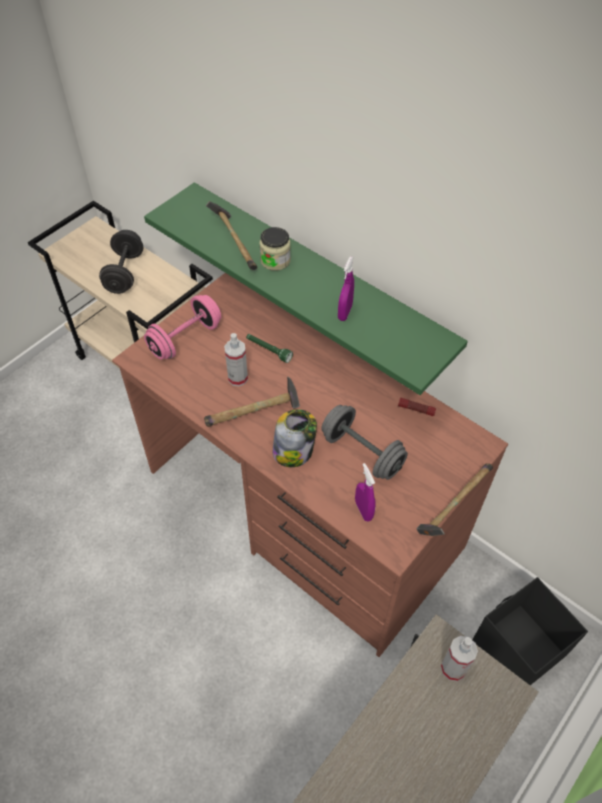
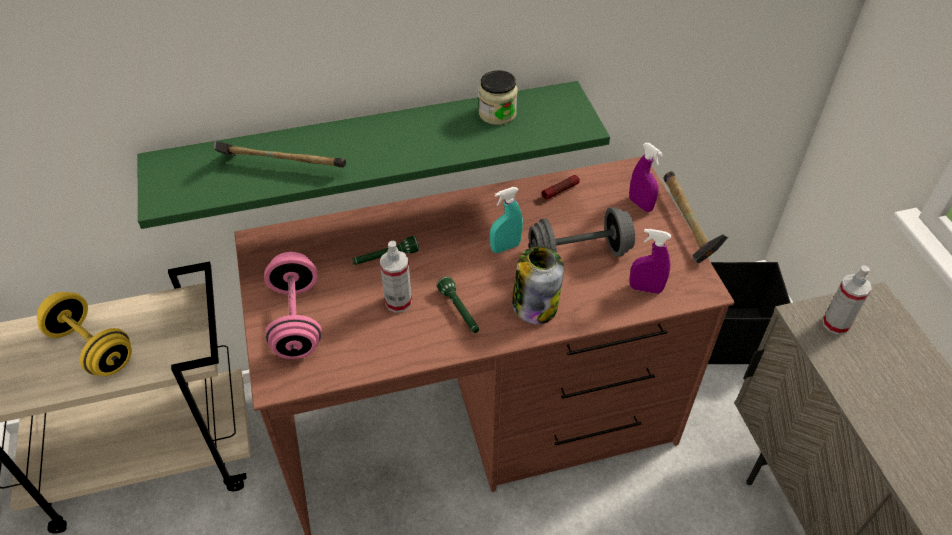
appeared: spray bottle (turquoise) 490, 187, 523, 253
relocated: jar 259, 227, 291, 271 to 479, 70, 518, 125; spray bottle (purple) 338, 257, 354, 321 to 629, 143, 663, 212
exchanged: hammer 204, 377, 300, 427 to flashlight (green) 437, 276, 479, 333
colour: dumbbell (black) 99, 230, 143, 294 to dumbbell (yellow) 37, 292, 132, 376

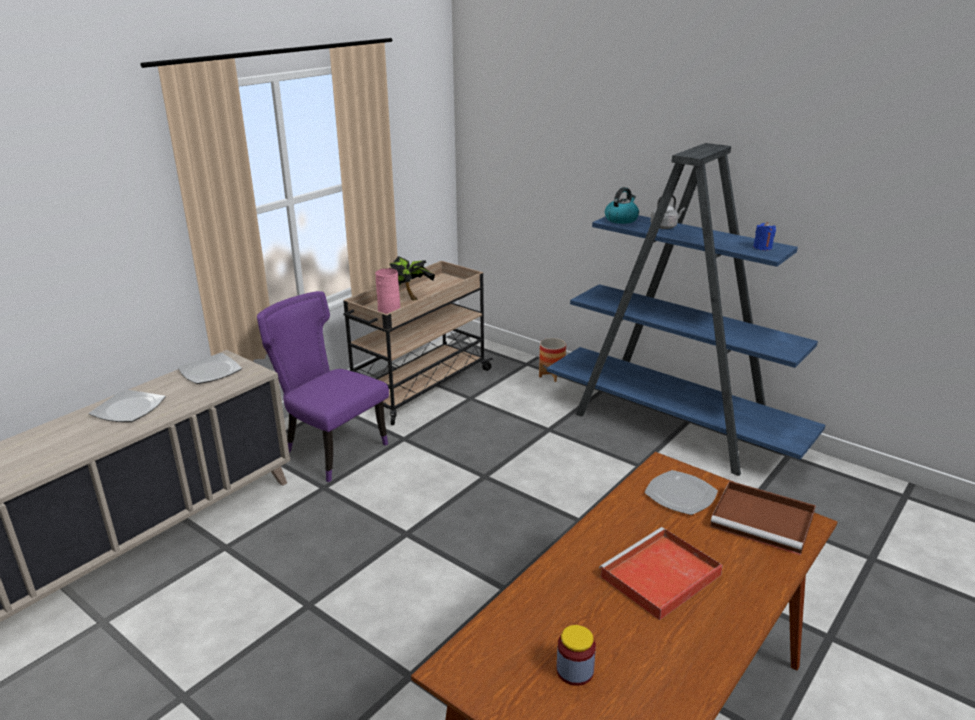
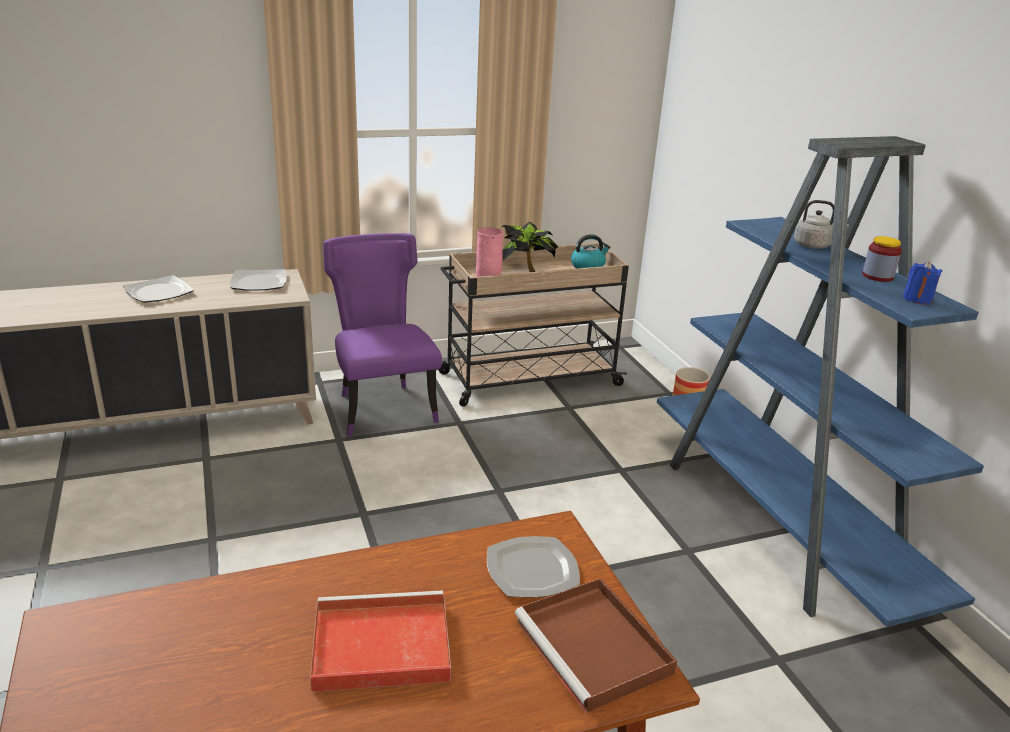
relocated: jar 557, 625, 596, 686 to 862, 236, 902, 282; kettle 605, 187, 639, 224 to 571, 234, 610, 269

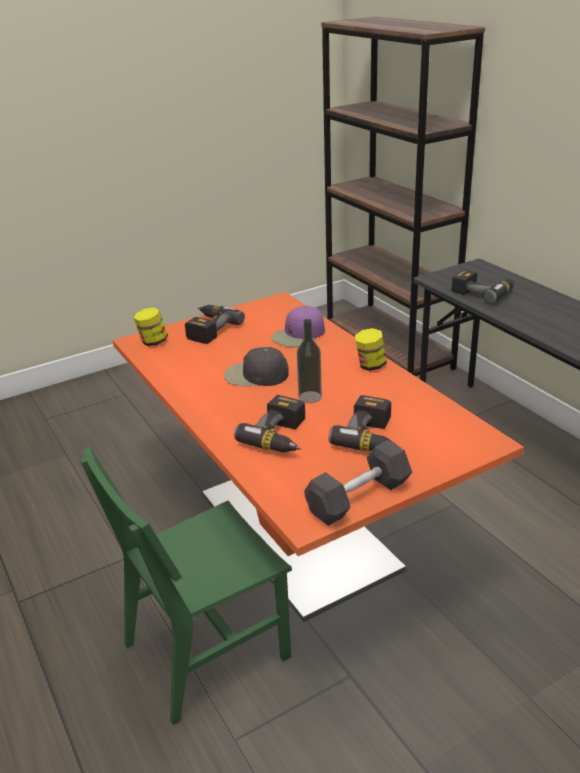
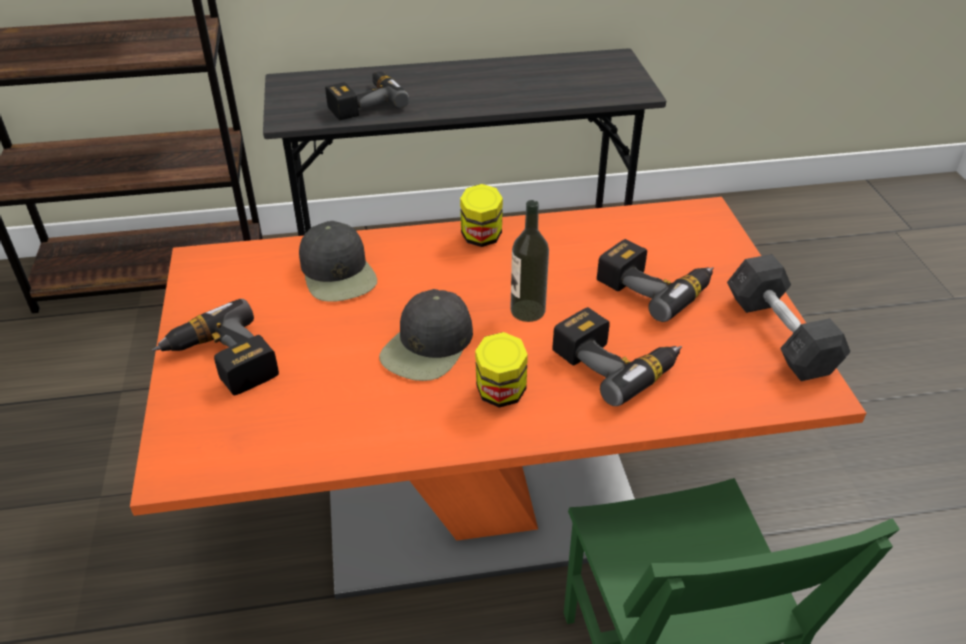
relocated: jar 134, 307, 168, 346 to 475, 332, 528, 408
colour: cap (purple) 271, 306, 325, 347 to cap (black) 299, 221, 377, 302

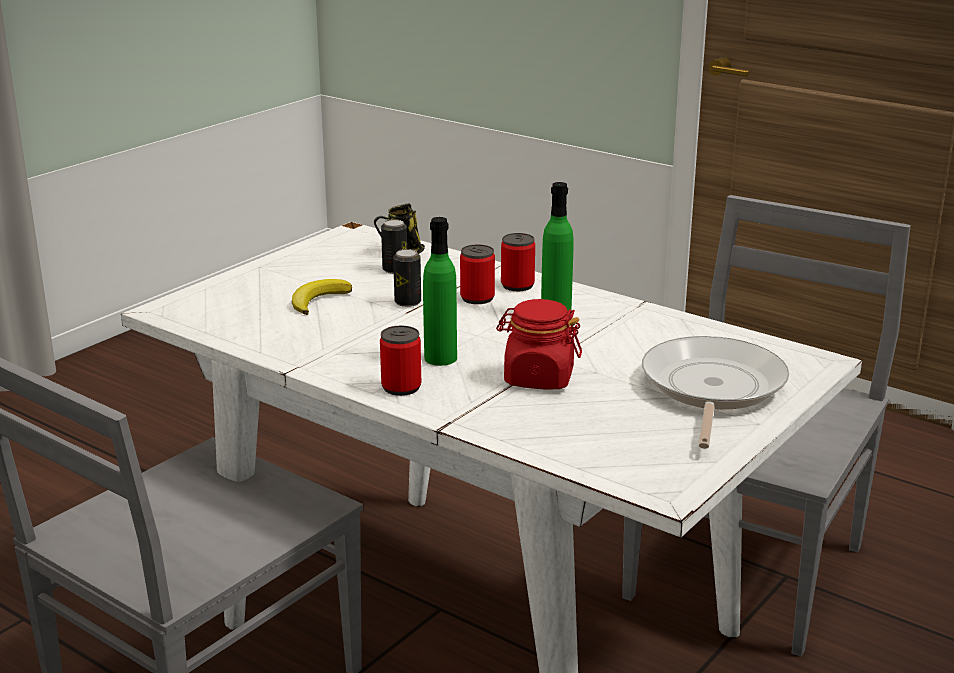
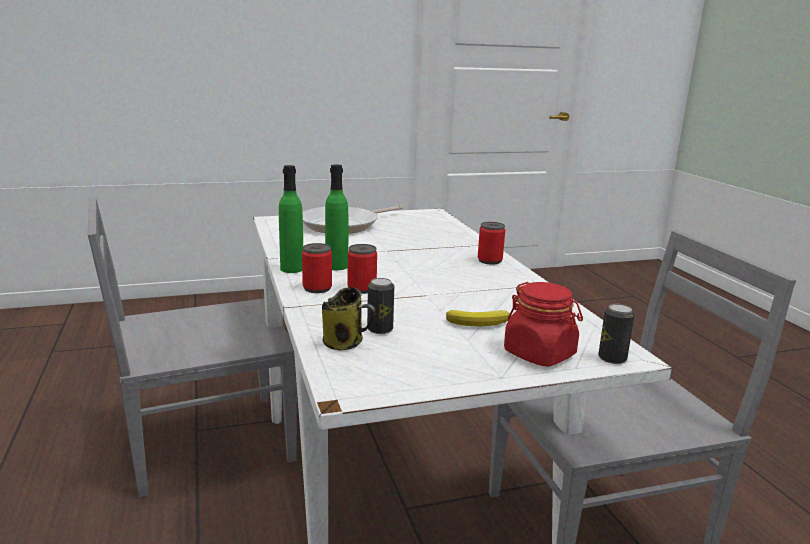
relocated: can 393, 249, 421, 307 to 598, 304, 635, 364; bottle (green) 423, 217, 457, 366 to 279, 165, 303, 273; jar (red) 496, 299, 582, 389 to 504, 282, 583, 367

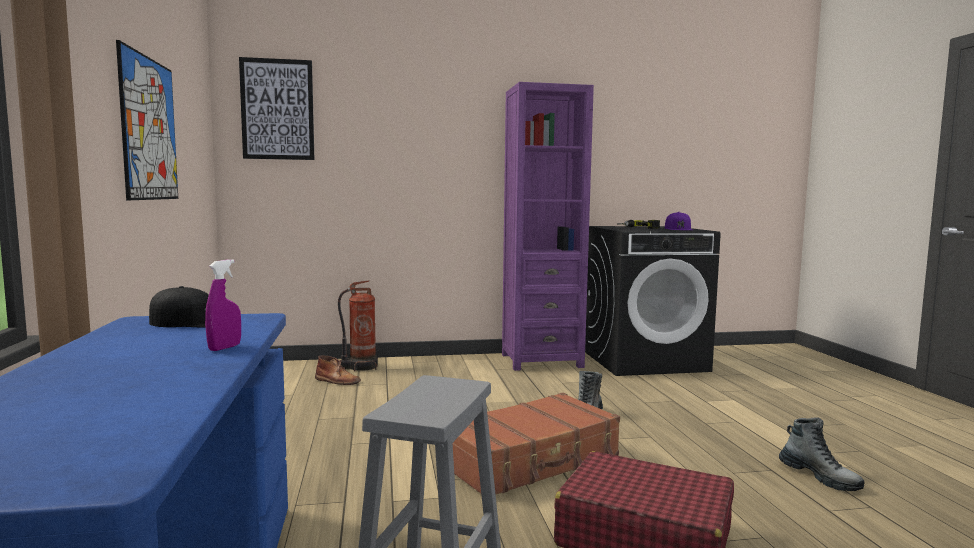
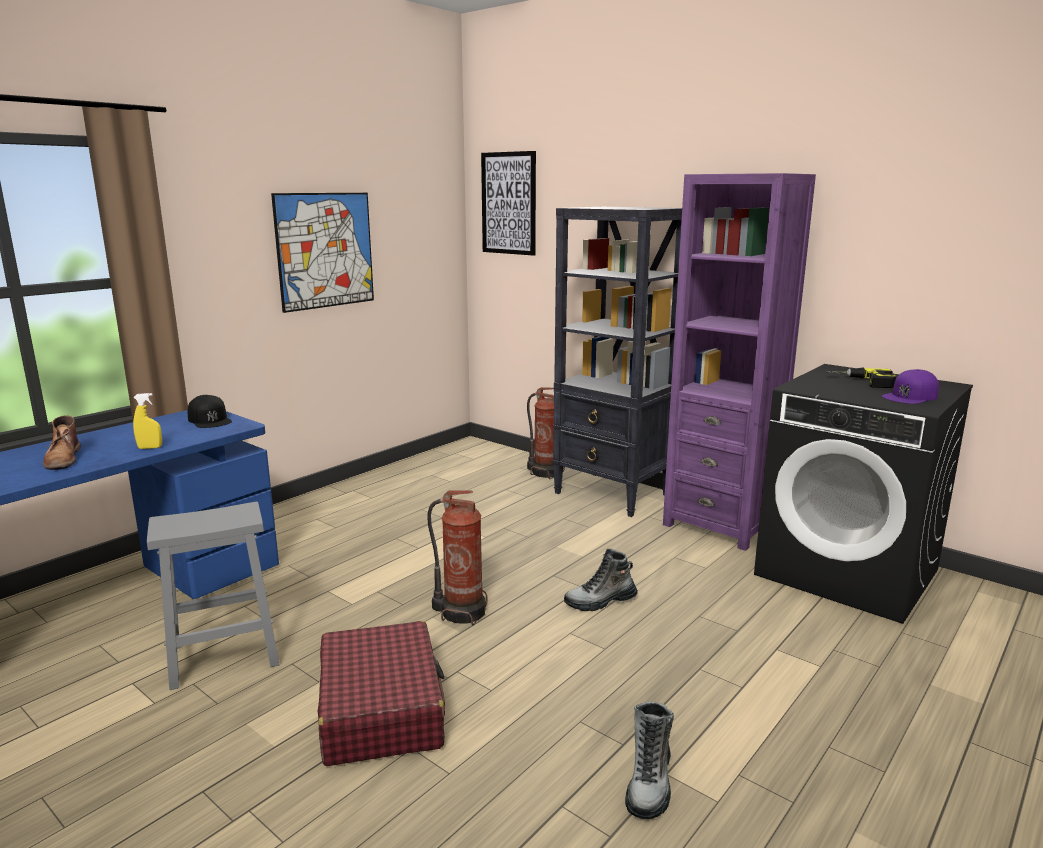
appeared: bookcase (black) 553, 207, 682, 517
relocated: boot (brown) 315, 356, 361, 385 to 43, 415, 81, 470
exchanged: suitcase (brown) 452, 393, 620, 494 to fire extinguisher 427, 490, 488, 626
colour: spray bottle (purple) 205, 259, 241, 351 to spray bottle (yellow) 133, 393, 162, 449

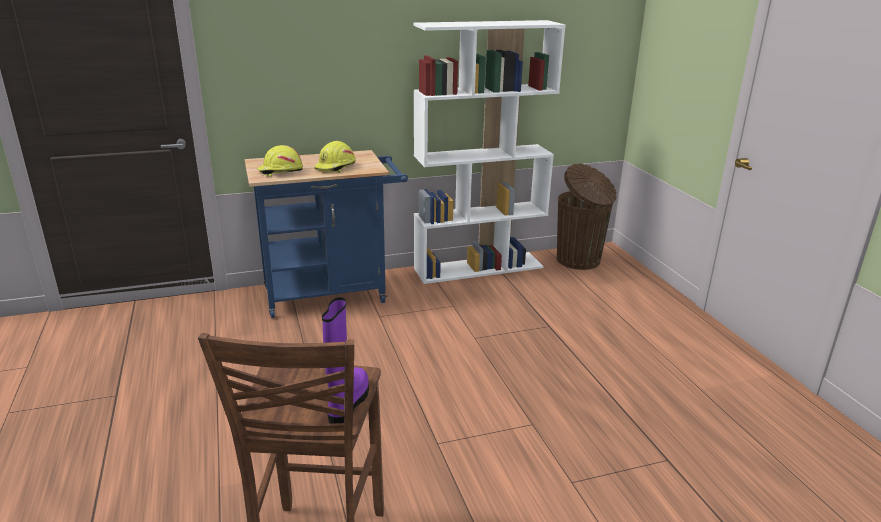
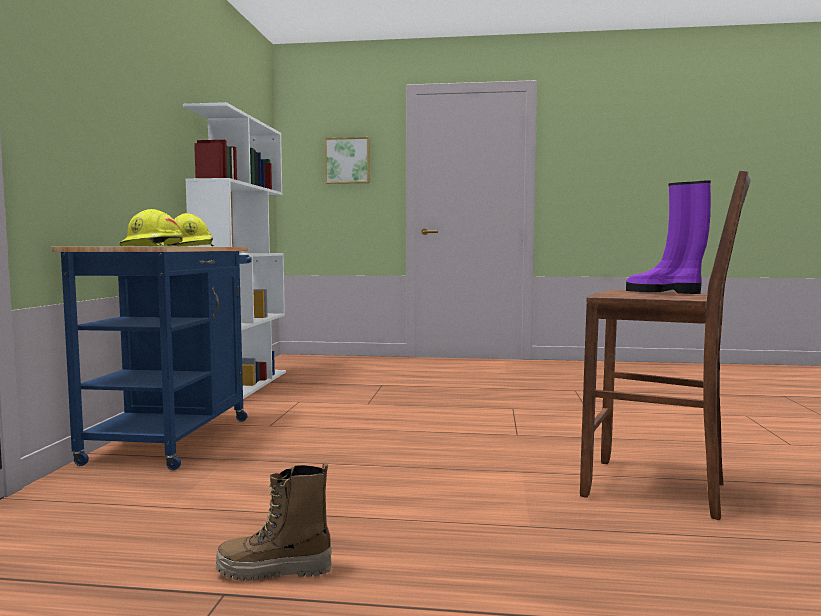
missing: trash can (brown) 557, 164, 617, 270
appeared: boot 216, 462, 332, 581; picture 325, 137, 370, 184

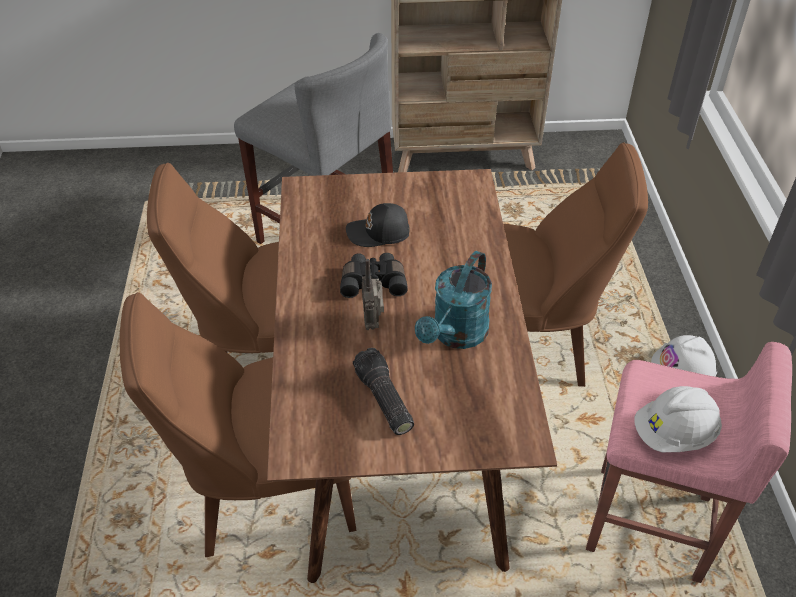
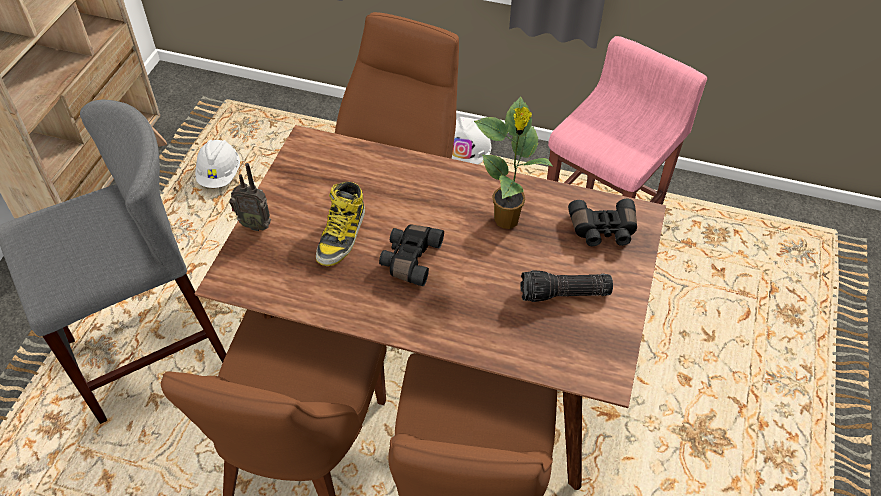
appeared: binoculars (black) 568, 199, 637, 246
relocated: radio 362, 259, 384, 330 to 229, 163, 271, 231; hard hat (white) 634, 386, 722, 452 to 195, 140, 240, 188
exchanged: cap (black) 346, 203, 409, 247 to boot 316, 182, 365, 266; watering can (turquoise) 415, 251, 492, 349 to potted plant 474, 96, 554, 229

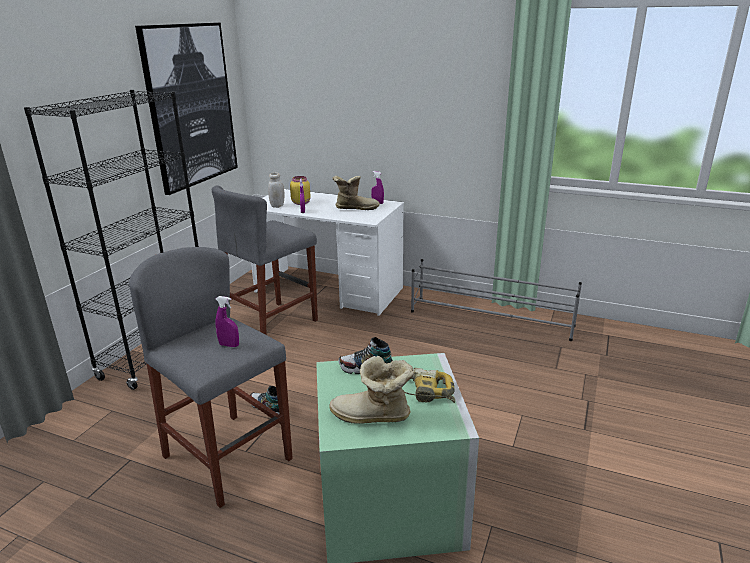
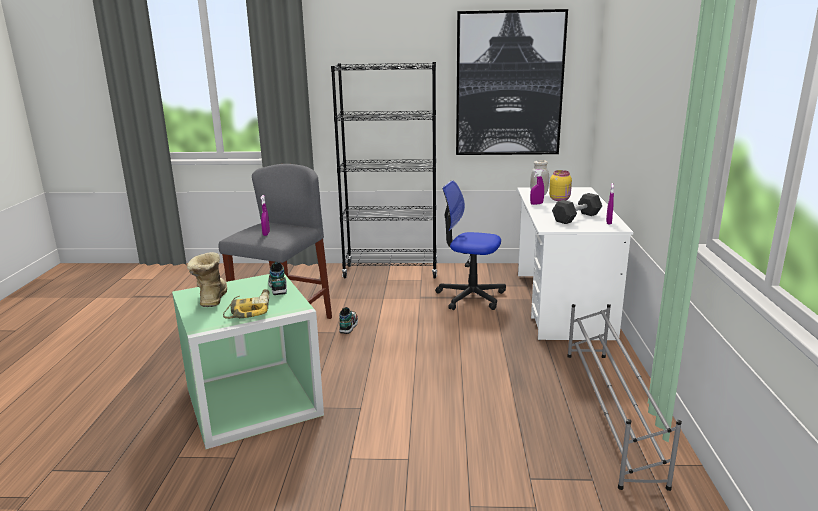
exchanged: stool (grey) 212, 186, 318, 335 to office chair 435, 180, 506, 310; boot 332, 176, 380, 210 to dumbbell (black) 552, 193, 602, 224

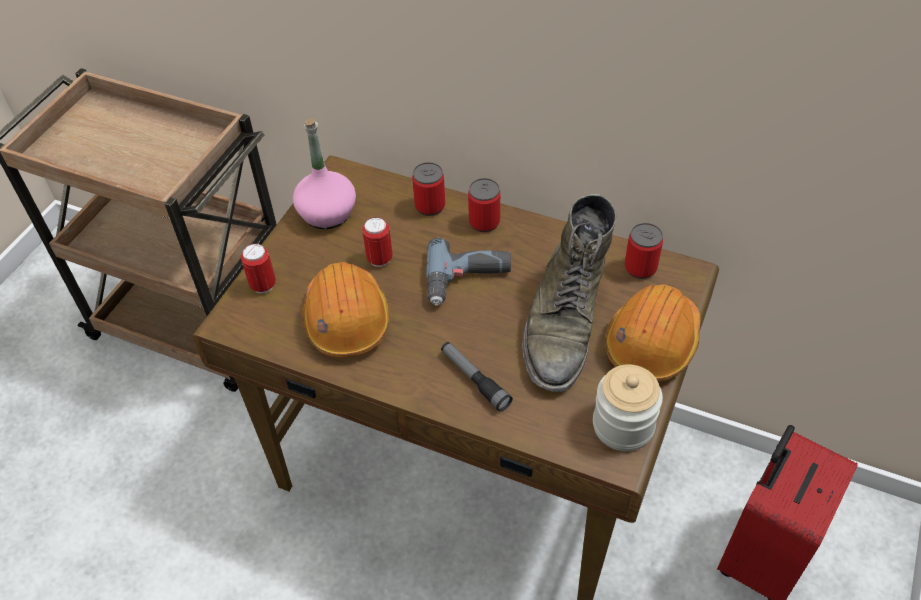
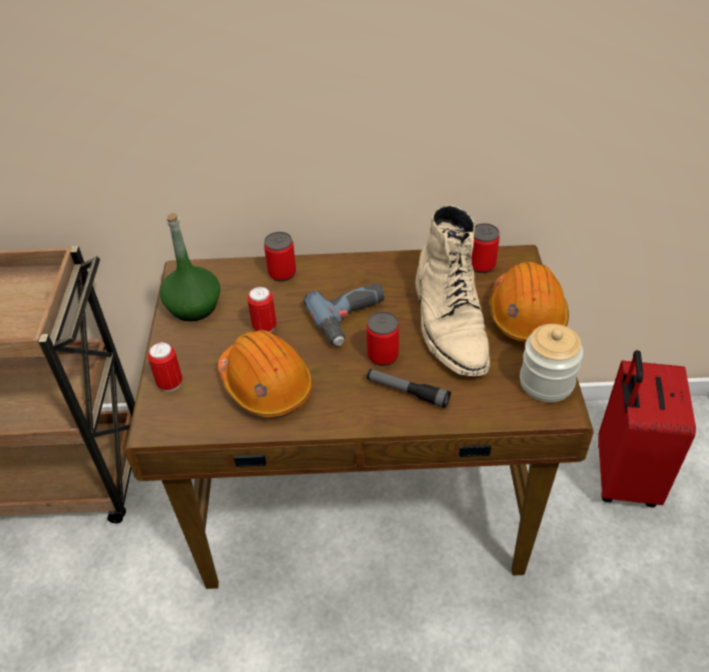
relocated: can 468, 178, 500, 232 to 367, 312, 399, 366
colour: bottle (pink) 293, 118, 356, 229 to bottle (green) 160, 213, 220, 321; boot (green) 522, 194, 616, 392 to boot (beige) 415, 205, 490, 376

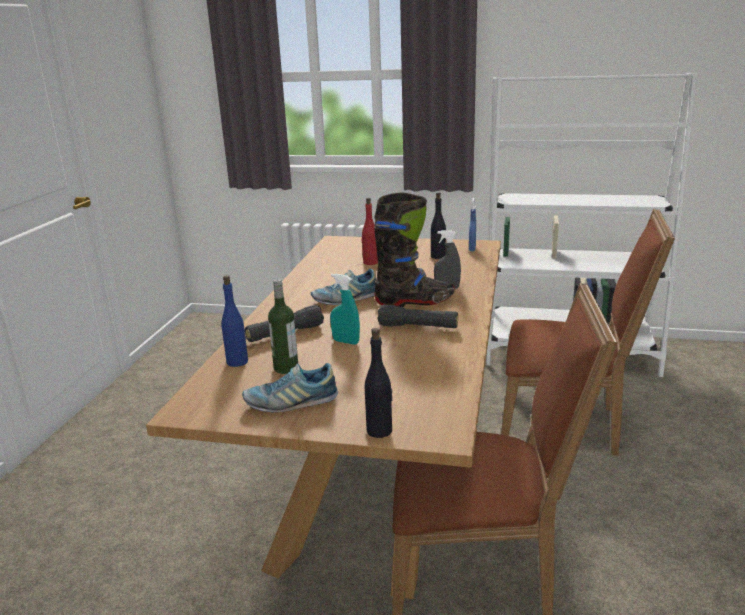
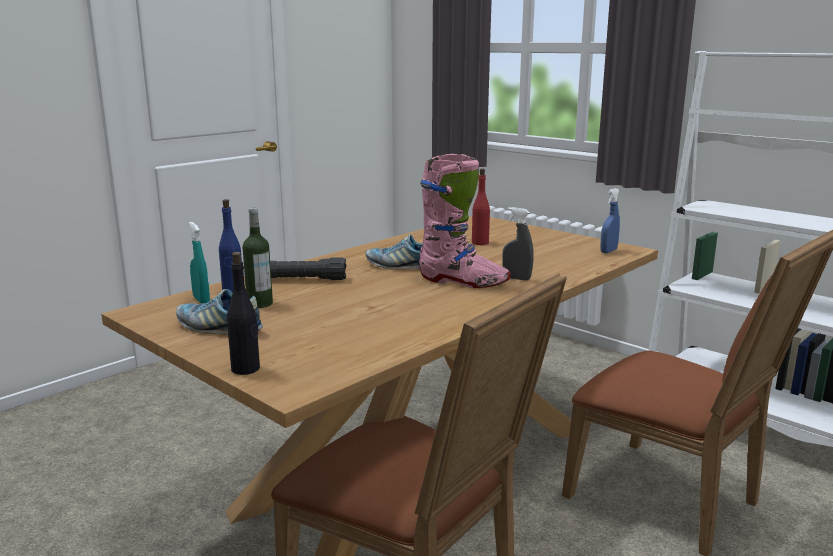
missing: flashlight (black) 377, 304, 458, 328; bottle (black) 431, 193, 446, 259
relocated: spray bottle (turquoise) 330, 274, 360, 345 to 189, 222, 210, 303
colour: boot (black) 374, 192, 455, 307 to boot (pink) 419, 154, 511, 288

